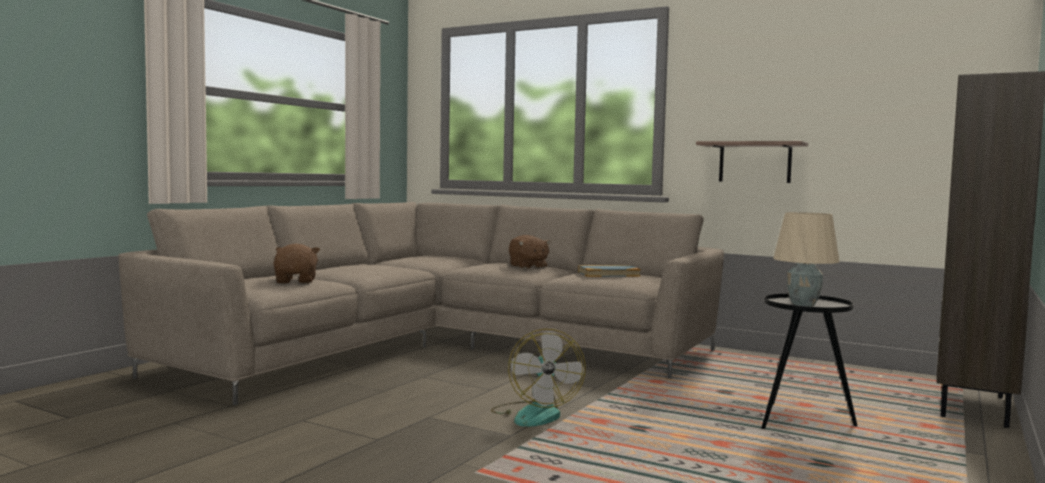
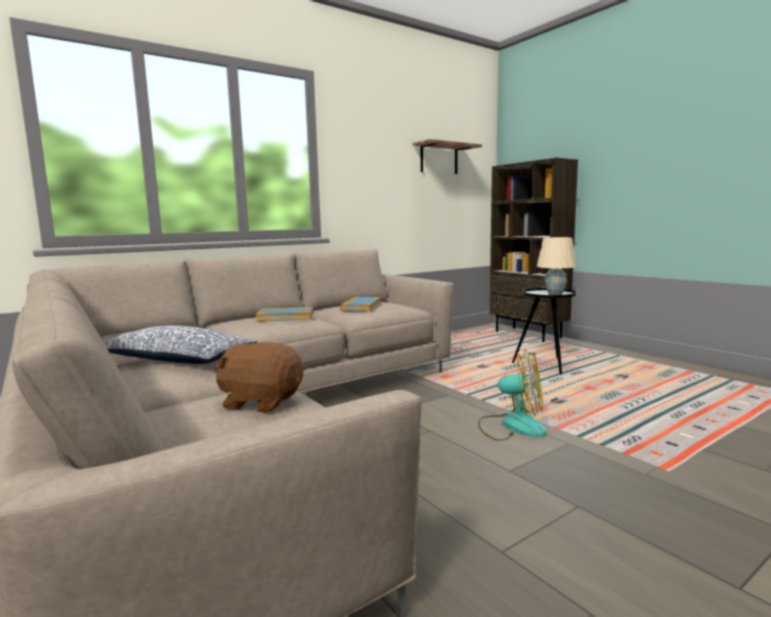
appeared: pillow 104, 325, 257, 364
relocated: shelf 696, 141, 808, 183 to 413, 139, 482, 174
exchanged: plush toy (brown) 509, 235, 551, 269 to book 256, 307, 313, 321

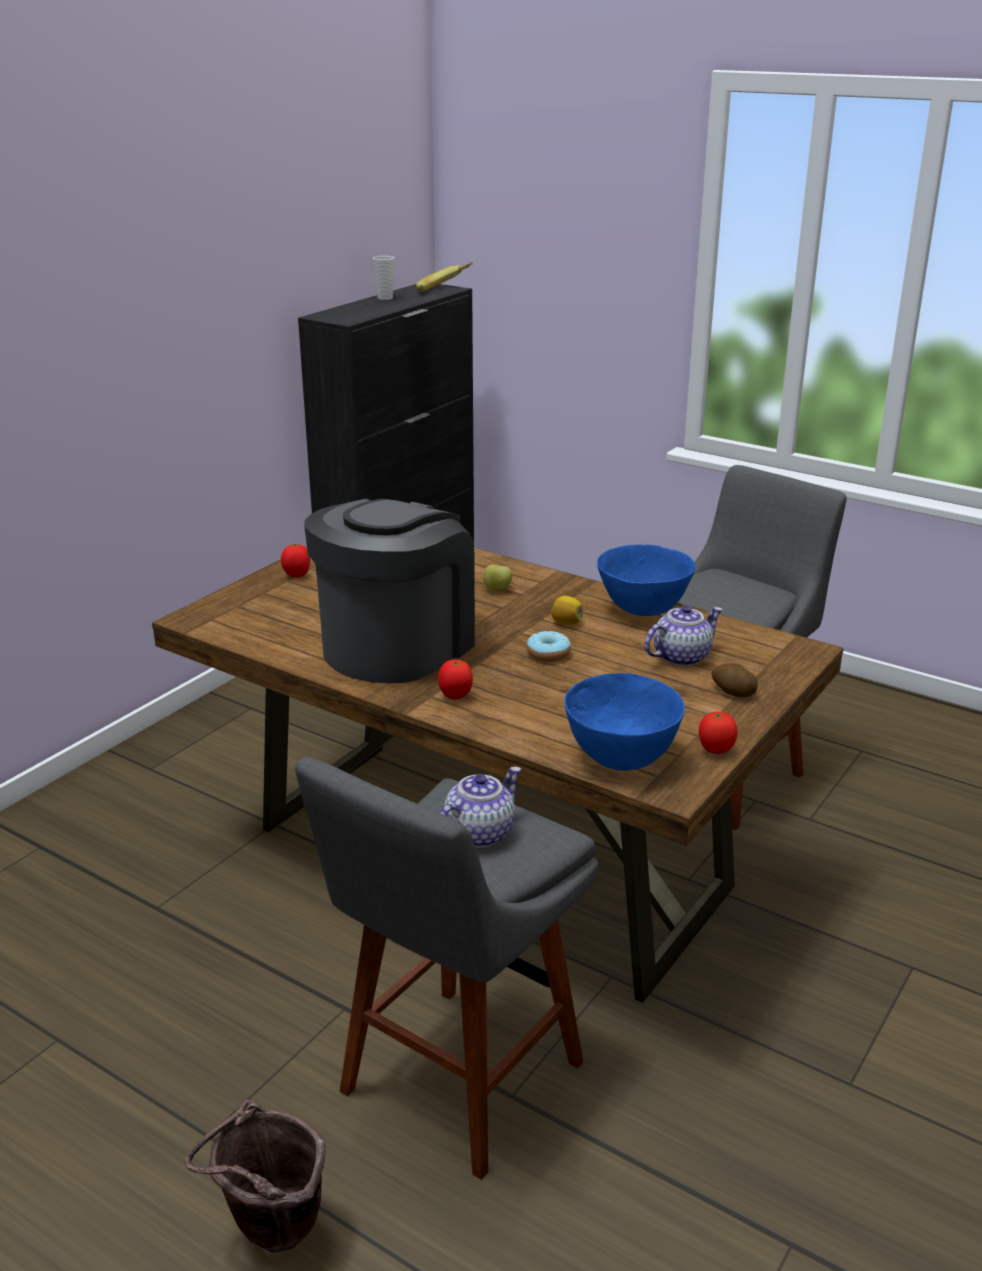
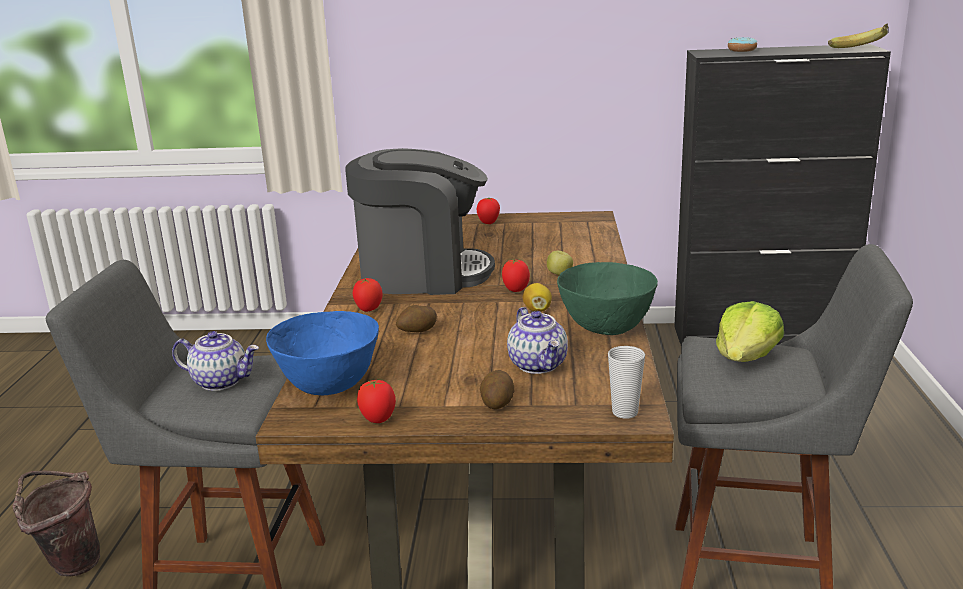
appeared: potato 396, 305, 437, 332; tomato 502, 259, 530, 292; lettuce 716, 301, 784, 362
relocated: cup 373, 256, 395, 300 to 608, 346, 645, 419; donut 527, 631, 571, 662 to 728, 37, 757, 52
colour: bowl (blue) 597, 544, 695, 616 to bowl (green) 557, 262, 658, 335
spun: teapot 644, 605, 723, 666 = 507, 307, 568, 374 45 degrees clockwise

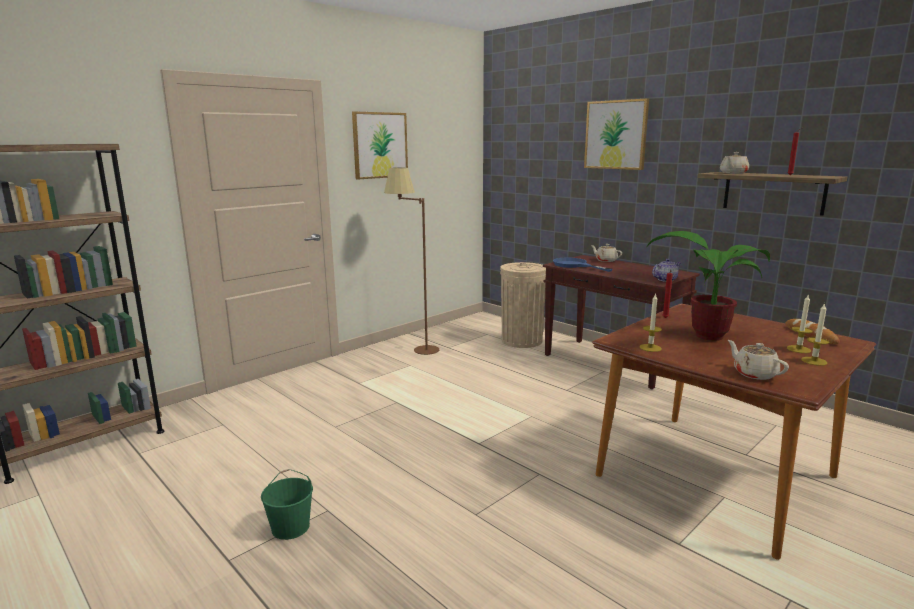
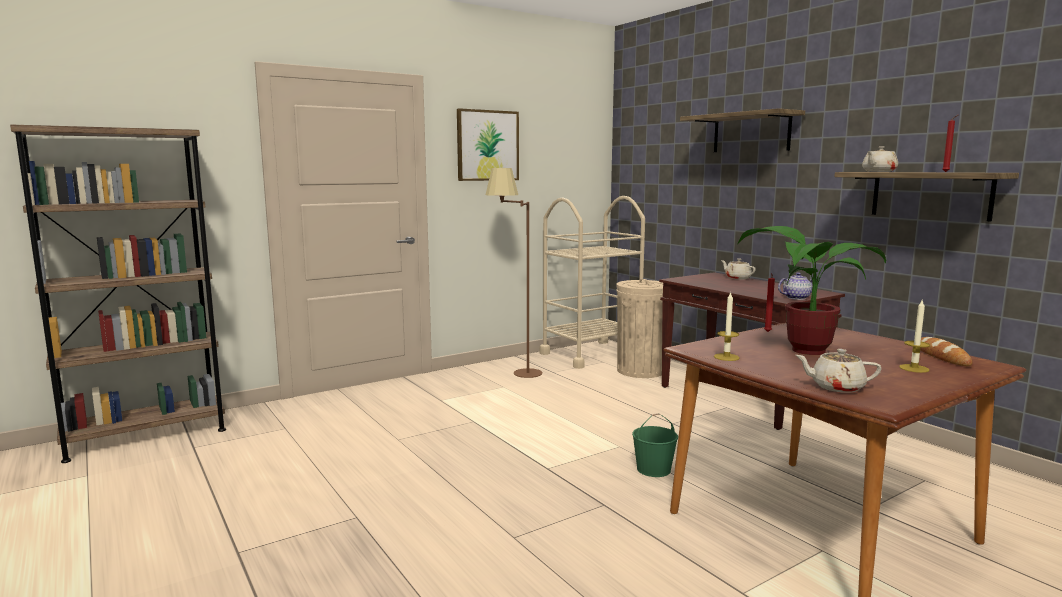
missing: frying pan (blue) 553, 258, 613, 272; candle 801, 303, 829, 366
appeared: cart (beige) 539, 196, 645, 369
relocated: bucket (green) 261, 469, 313, 540 to 632, 413, 678, 477
exchanged: picture 584, 98, 649, 170 to shelf 680, 108, 805, 152
spun: teapot (beige) 728, 340, 789, 380 = 795, 349, 882, 393 60 degrees counterclockwise

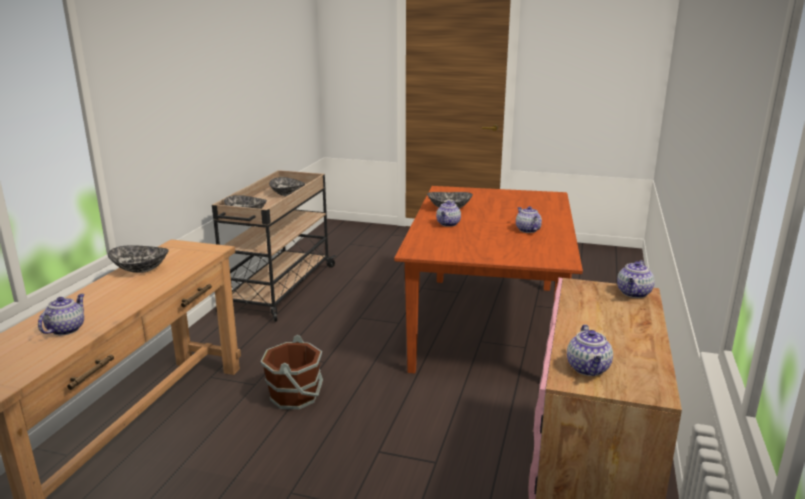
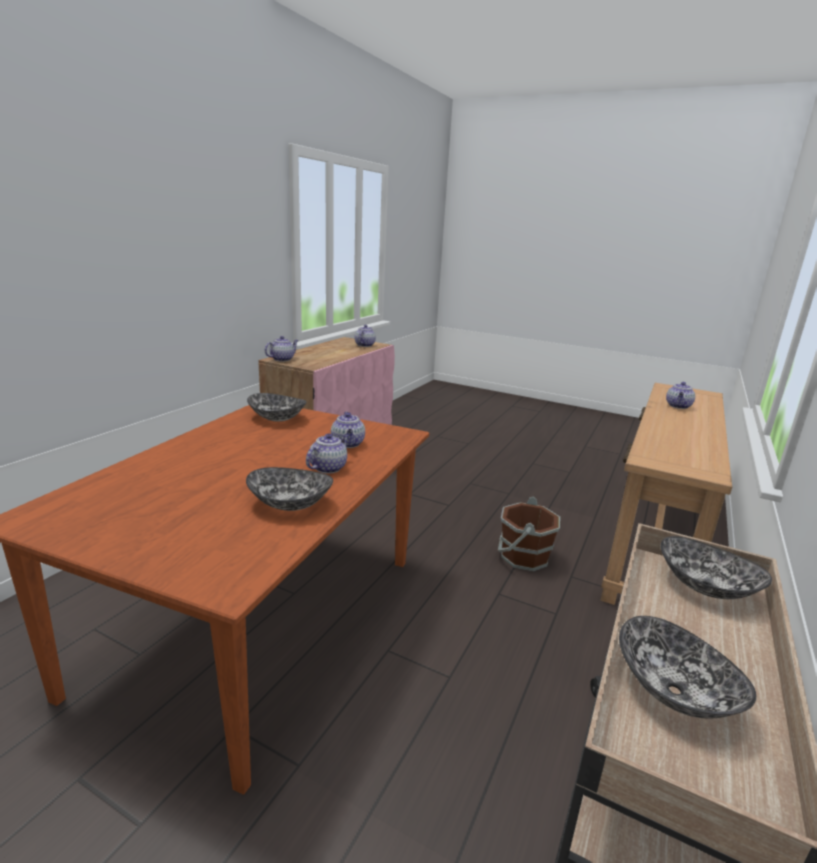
relocated: bowl 108, 245, 169, 273 to 247, 393, 307, 422; teapot 516, 206, 542, 233 to 331, 411, 365, 448

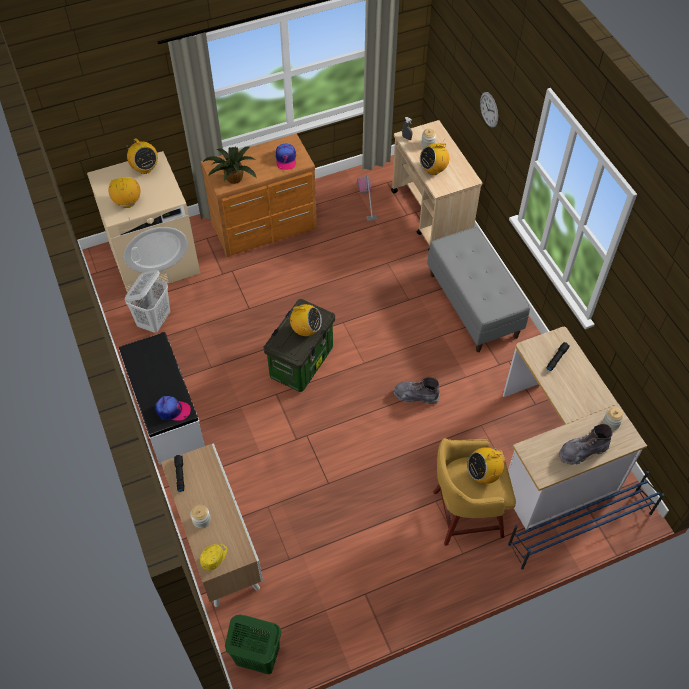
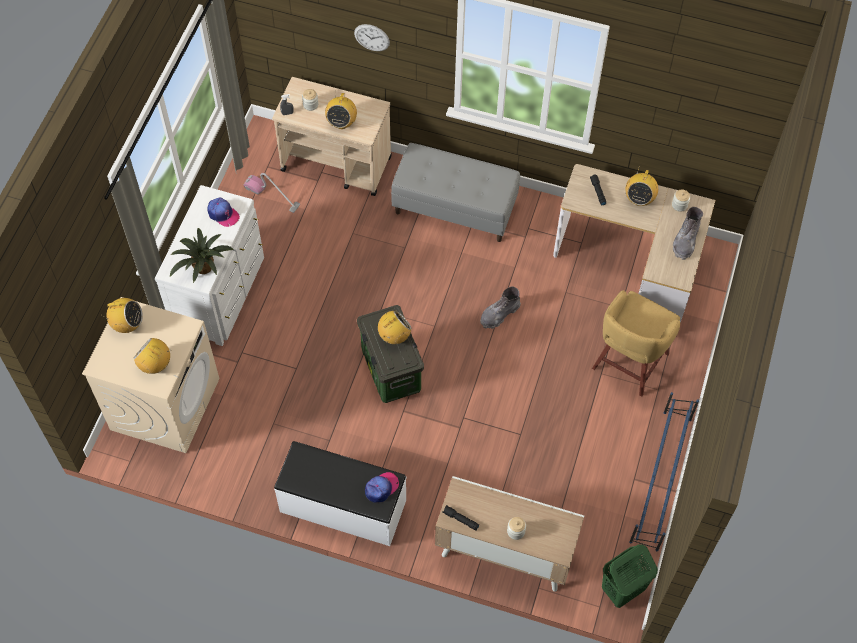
missing: laundry basket (white) 125, 270, 170, 333; cap (yellow) 200, 544, 227, 571
relocated: radio 467, 445, 504, 484 to 625, 170, 658, 206; shoe rack (blue) 508, 471, 664, 570 to 629, 392, 699, 551
colour: dresser (brown) 201, 133, 317, 257 to dresser (white) 155, 185, 264, 346

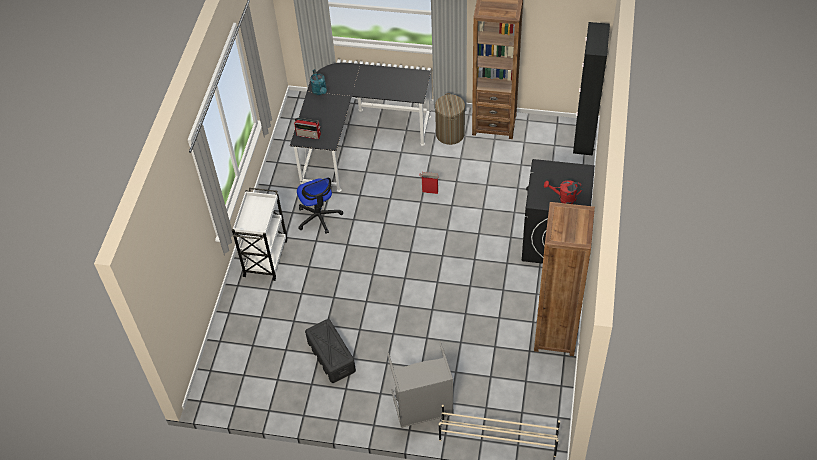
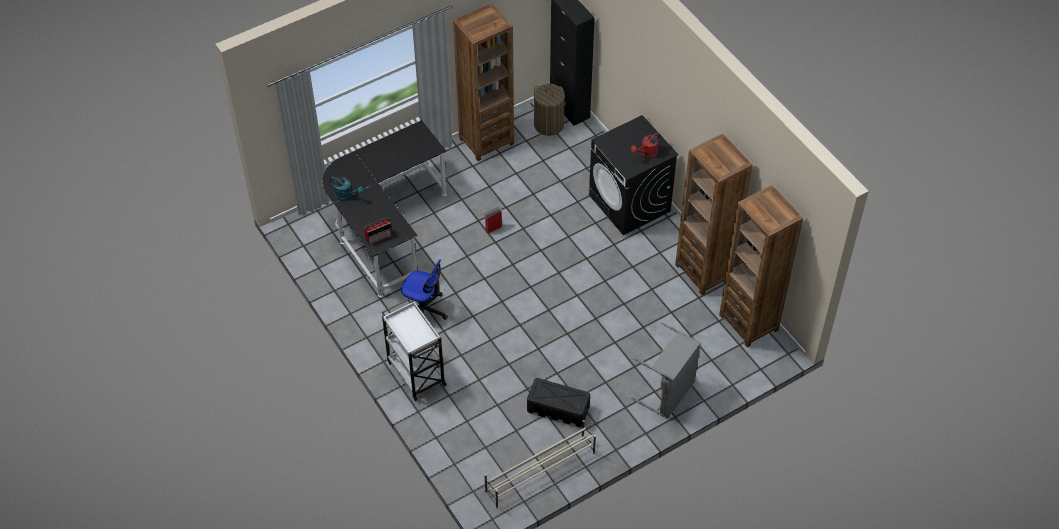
appeared: bookcase (brown) 719, 185, 803, 348
relocated: laundry basket 435, 93, 465, 145 to 534, 84, 566, 136; shoe rack (beige) 439, 405, 560, 457 to 484, 420, 596, 509

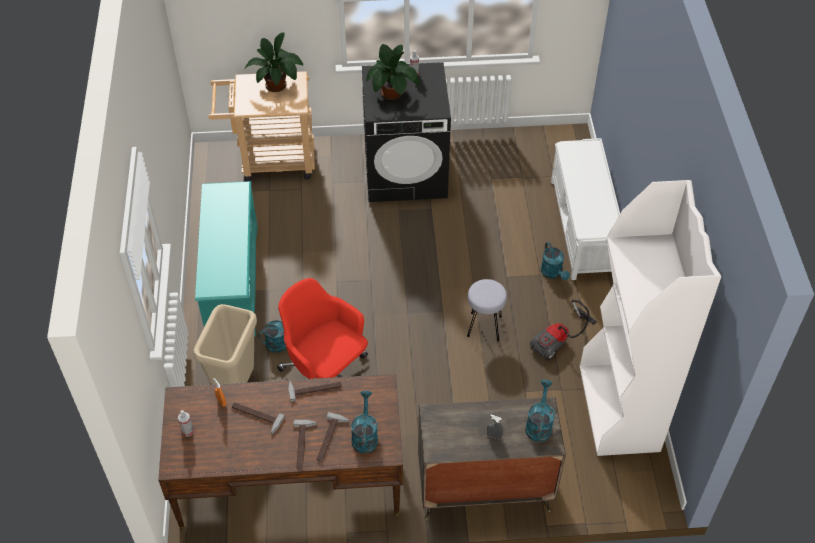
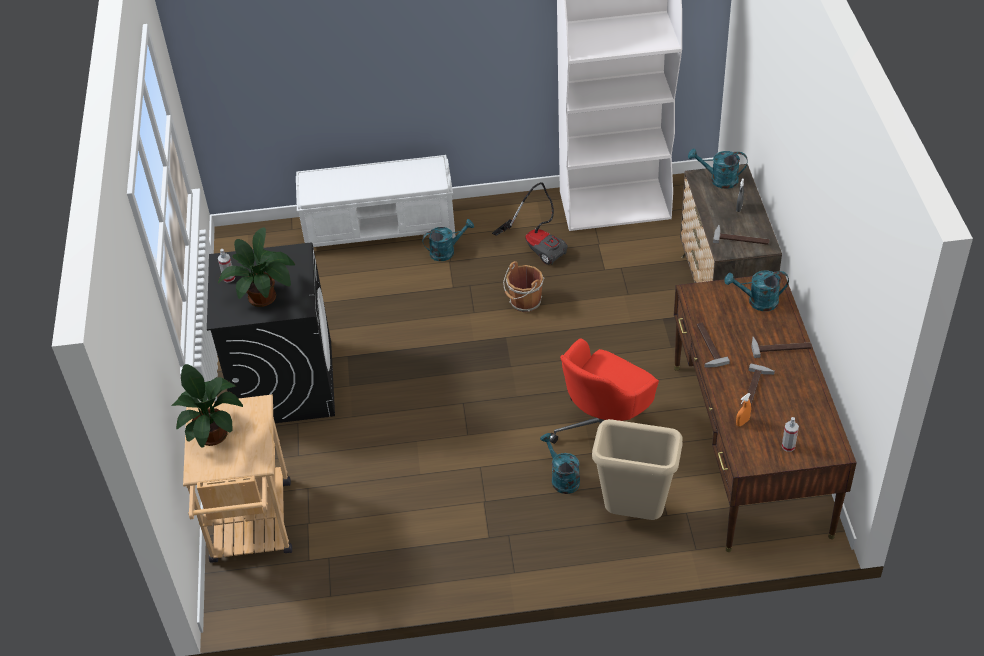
missing: shoe rack (turquoise) 195, 181, 258, 336
relocated: hammer 316, 412, 349, 462 to 713, 225, 770, 245
exchanged: stool (grey) 467, 279, 507, 341 to bucket (brown) 503, 261, 544, 312

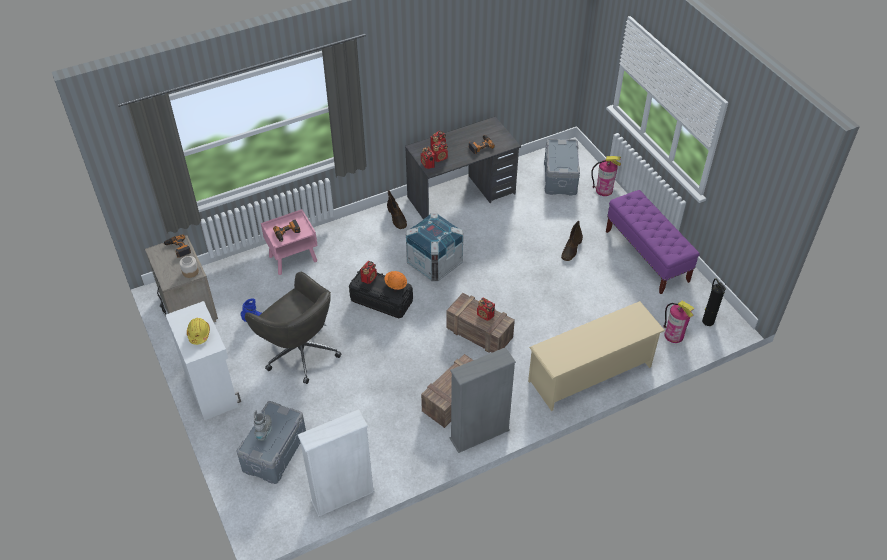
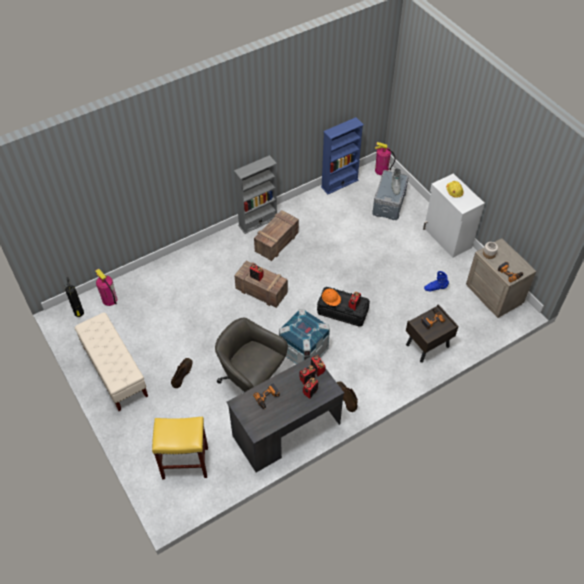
missing: shoe rack (beige) 528, 301, 665, 411
relocated: office chair (grey) 245, 272, 342, 384 to 215, 318, 288, 393; fire extinguisher 591, 156, 621, 196 to 375, 142, 395, 175
exchanged: storage box (grey) 544, 139, 580, 196 to stool (yellow) 152, 417, 208, 479
colour: nightstand (pink) 261, 209, 318, 275 to nightstand (brown) 406, 304, 459, 363; bookcase (white) 298, 409, 375, 517 to bookcase (blue) 321, 117, 364, 194; bench (purple) 606, 190, 700, 294 to bench (beige) 75, 313, 148, 411

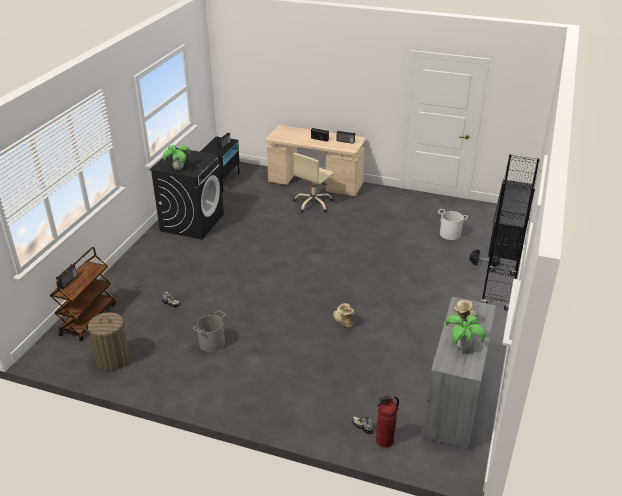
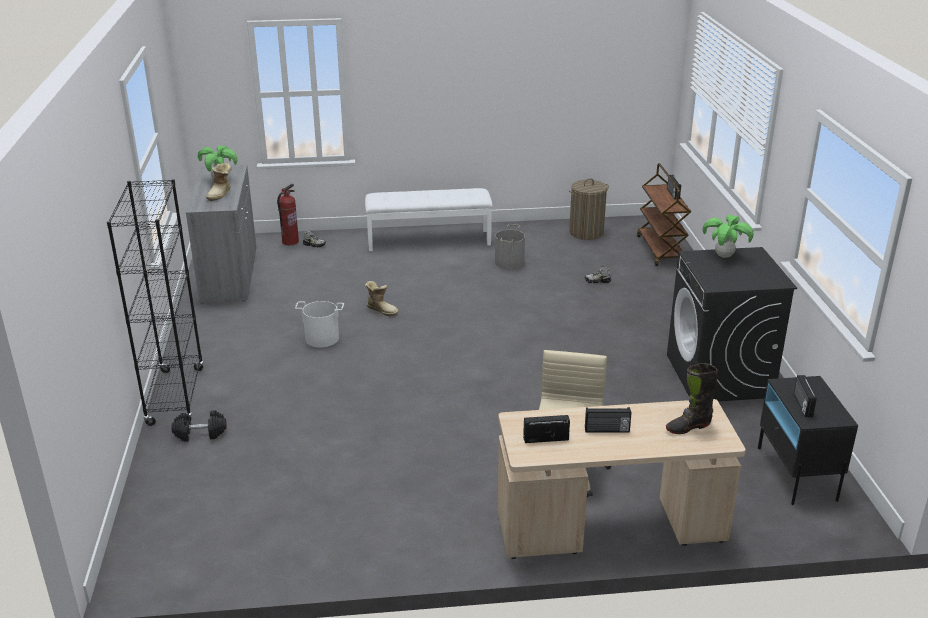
missing: shoe rack (black) 488, 179, 532, 261
appeared: bench (white) 365, 188, 493, 251; boot (black) 666, 363, 718, 434
relocated: bucket (white) 438, 209, 468, 240 to 295, 301, 344, 347

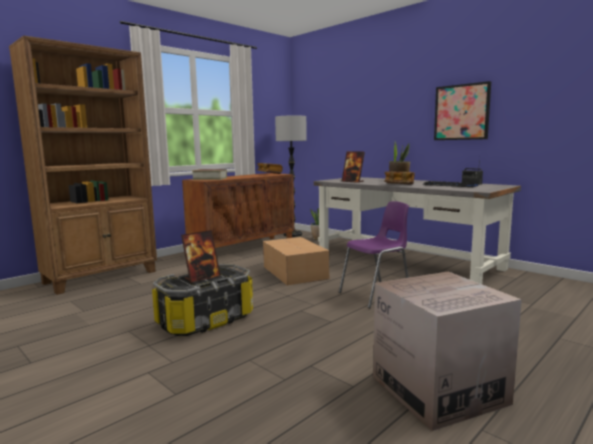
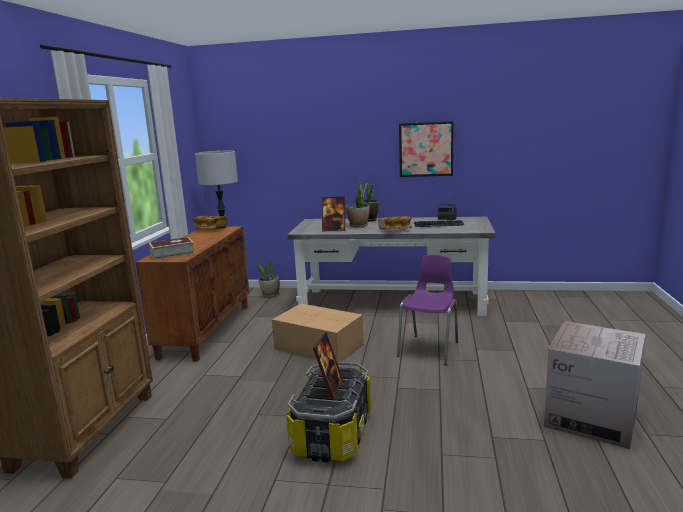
appeared: potted plant 346, 183, 369, 227

